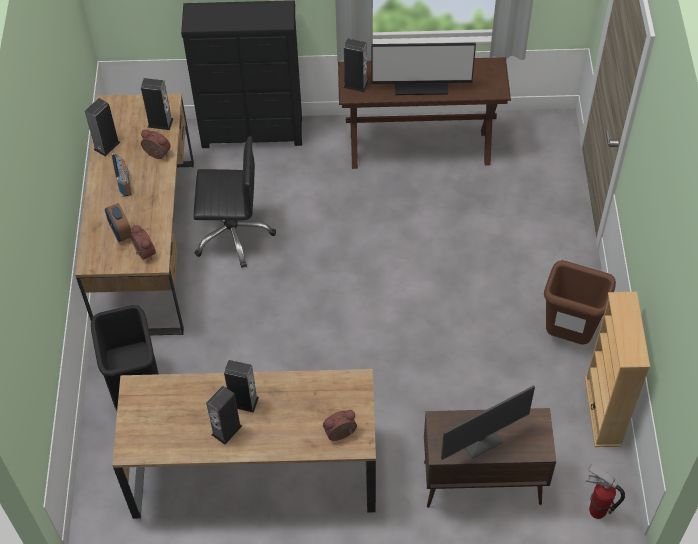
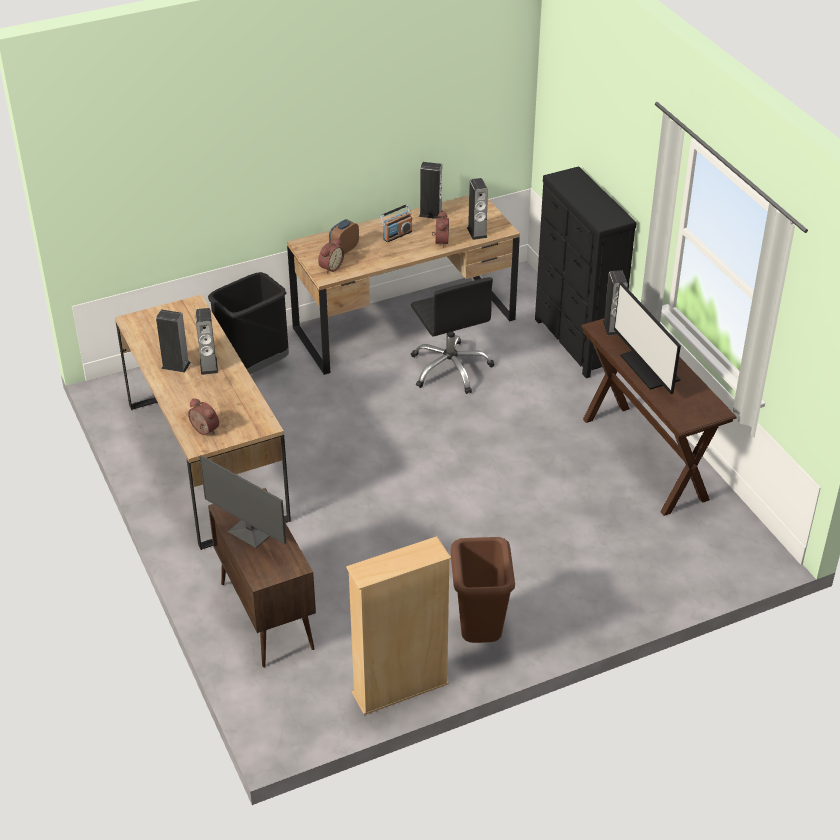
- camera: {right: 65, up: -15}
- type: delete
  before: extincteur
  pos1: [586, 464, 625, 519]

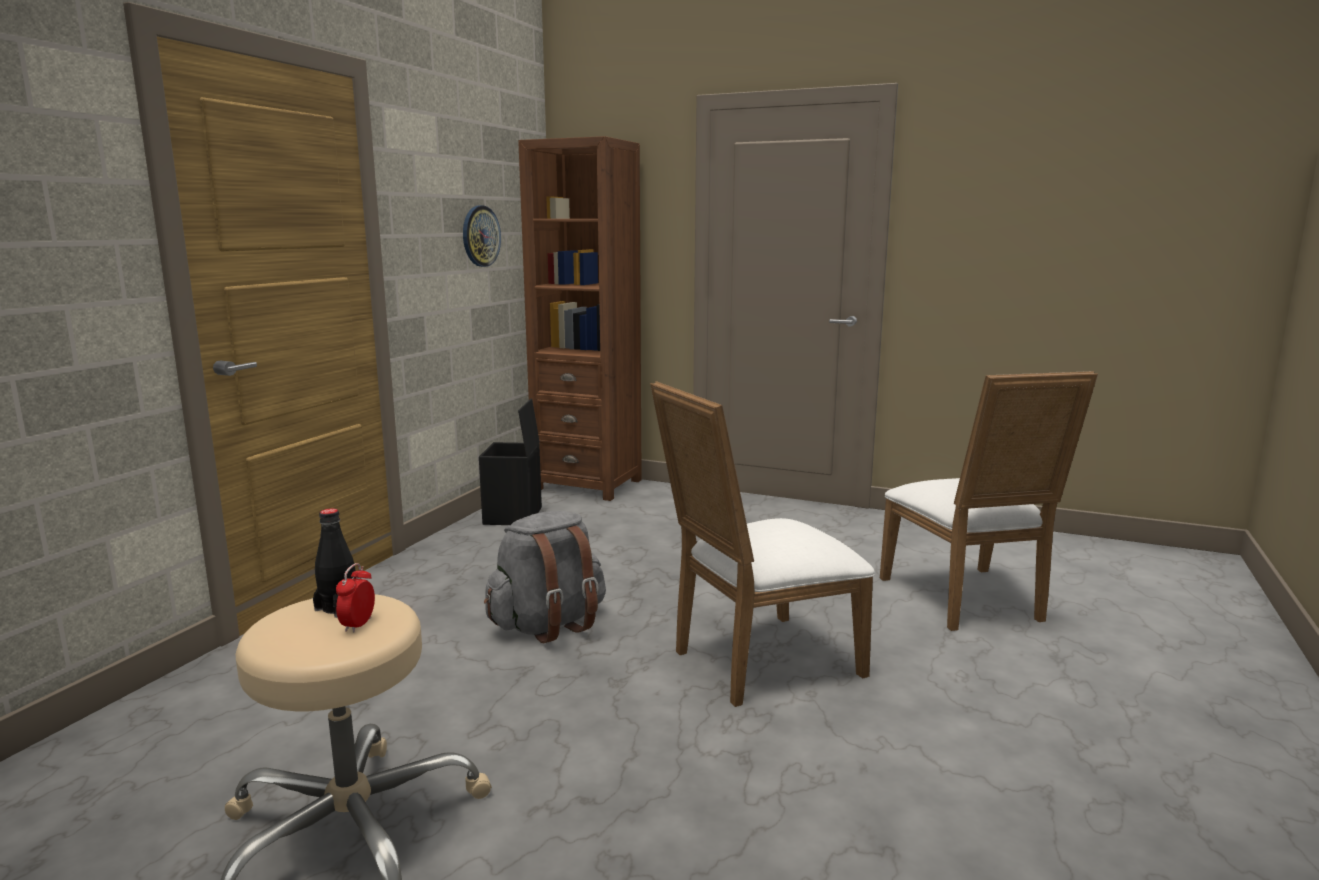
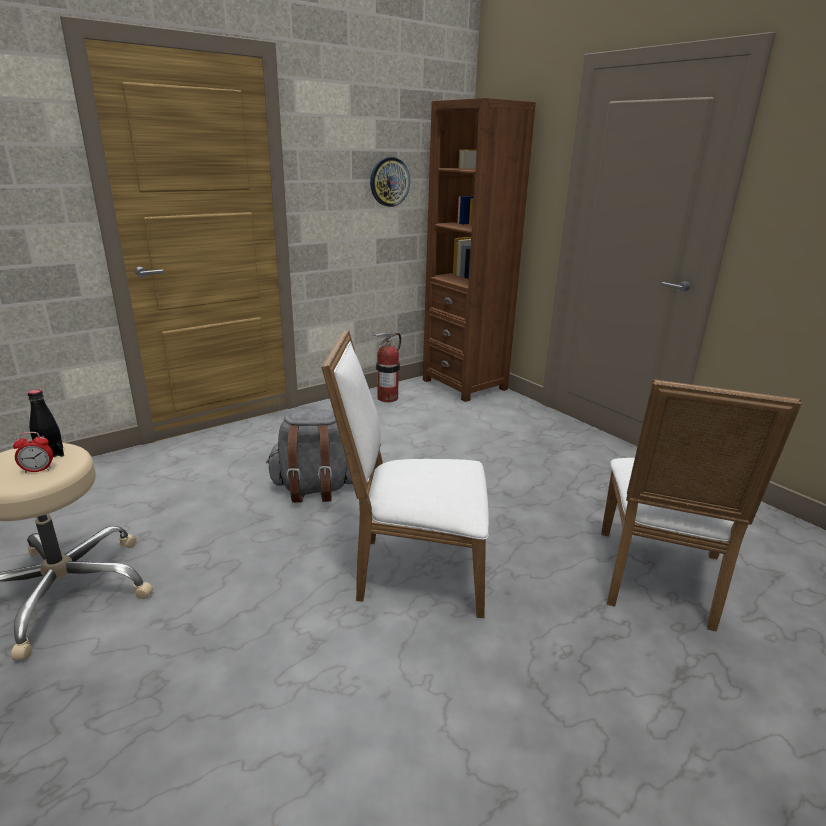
- camera: {right: 30, up: 10}
- type: replace
  before: boîte de rangement [noir]
  after: extincteur
  pos1: [479, 398, 542, 525]
  pos2: [374, 333, 401, 402]
- type: rotate
  before: réveil
  pos1: [336, 563, 375, 633]
  pos2: [13, 432, 53, 473]
  turn: -150

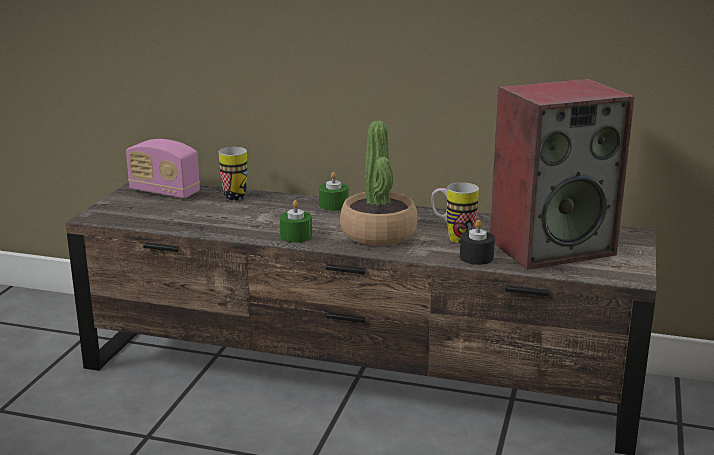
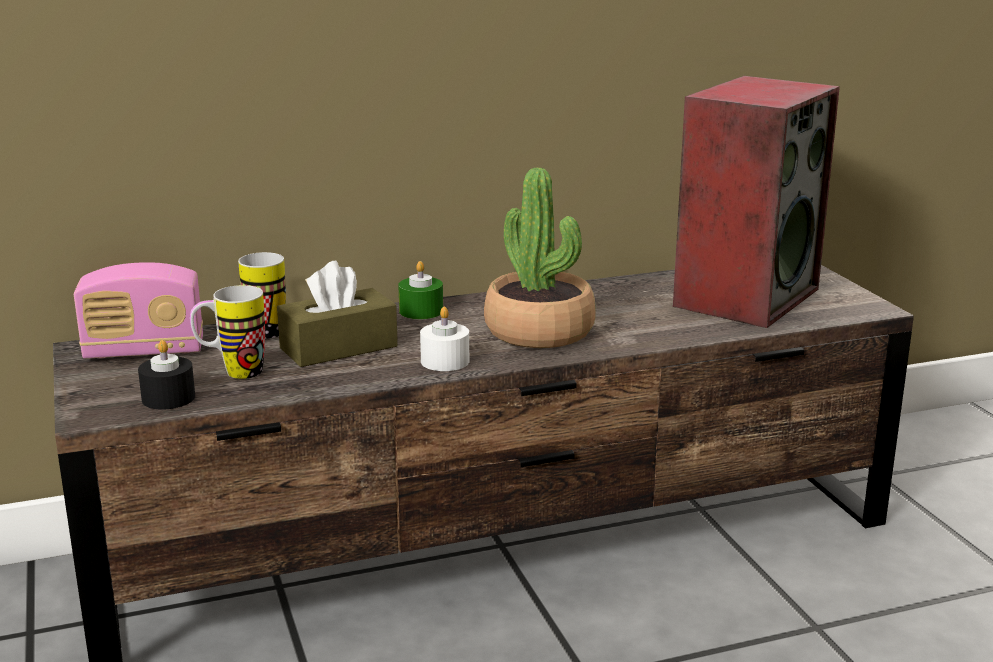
- camera: {right: -35, up: 0}
- type: move
  before: mug
  pos1: [431, 183, 479, 243]
  pos2: [190, 285, 265, 379]
- type: recolor
  before: bougie [vert]
  after: bougie [blanc]
  pos1: [280, 200, 312, 243]
  pos2: [420, 306, 469, 371]
- type: move
  before: bougie [noir]
  pos1: [460, 220, 495, 265]
  pos2: [138, 340, 195, 409]
- type: insert
  after: boîte à mouchoirs [marron]
  pos2: [277, 261, 398, 367]

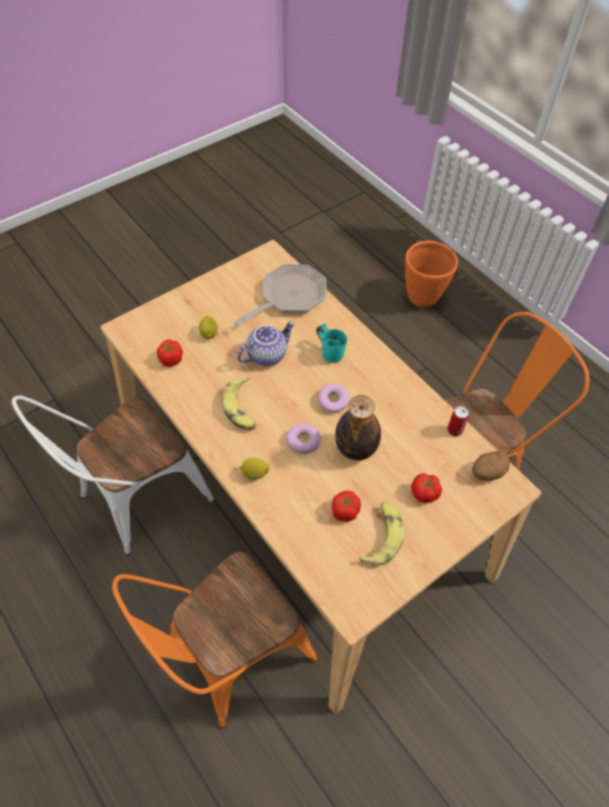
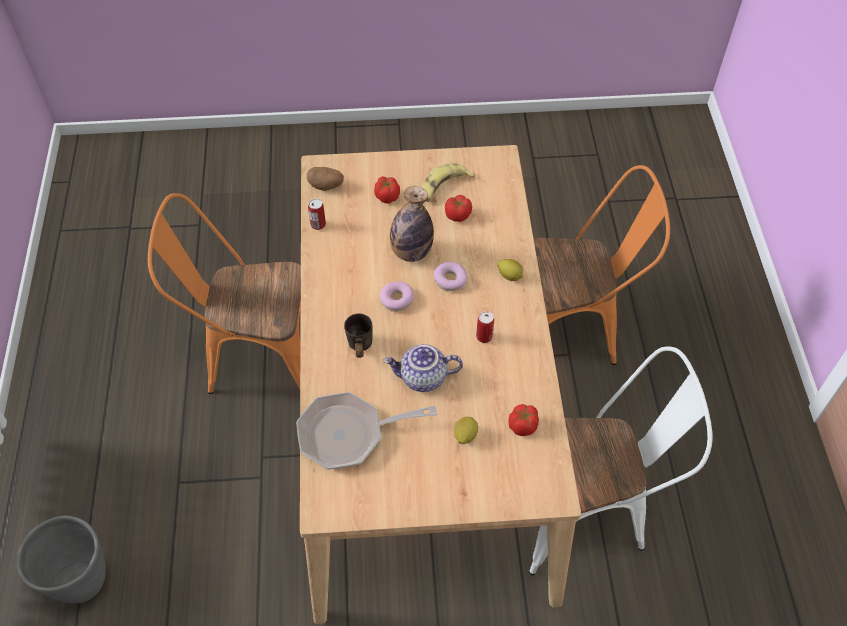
- camera: {right: -145, up: 0}
- type: recolor
  before: cache-pot [orange]
  after: cache-pot [gris]
  pos1: [405, 241, 458, 307]
  pos2: [16, 515, 106, 604]
- type: recolor
  before: mug [turquoise]
  after: mug [gris]
  pos1: [316, 323, 347, 363]
  pos2: [344, 314, 373, 358]
- type: replace
  before: banane
  after: boîte métallique
  pos1: [222, 377, 256, 430]
  pos2: [476, 311, 494, 343]

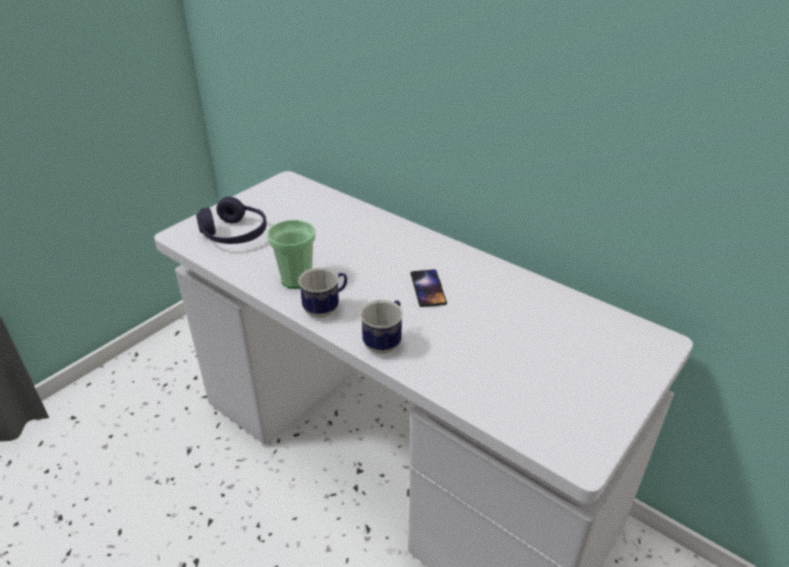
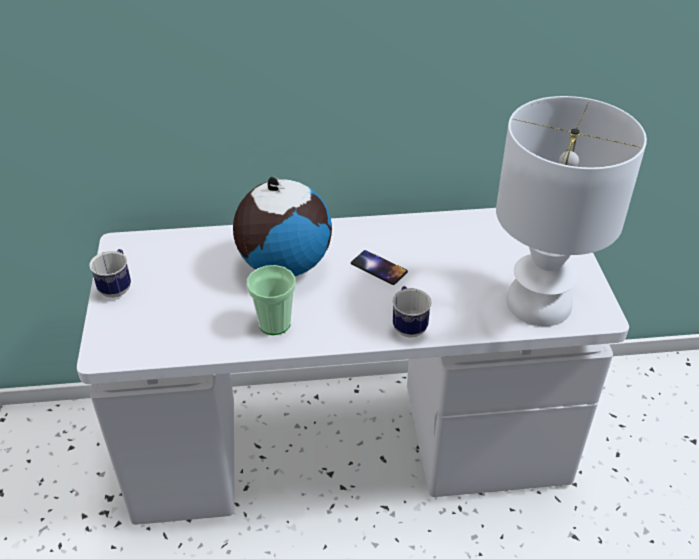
- camera: {right: -45, up: 5}
- type: delete
  before: casque audio [violet]
  pos1: [196, 197, 267, 244]
- type: move
  before: mug
  pos1: [298, 267, 347, 318]
  pos2: [89, 249, 131, 298]
- type: insert
  after: lampe de table [blanc]
  pos2: [496, 96, 647, 326]
- type: insert
  after: globe
  pos2: [233, 177, 332, 276]

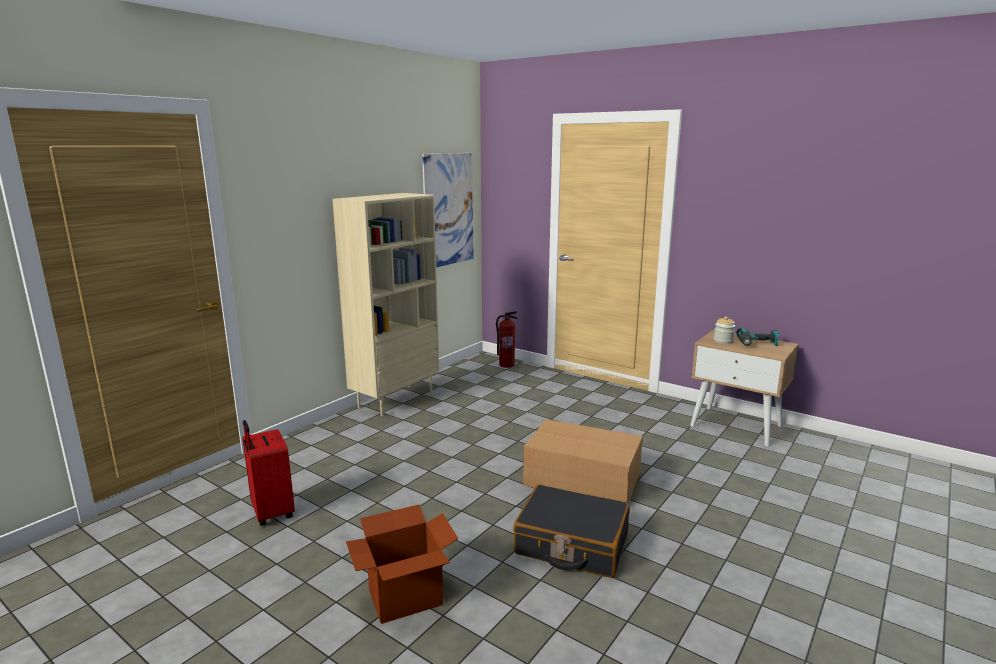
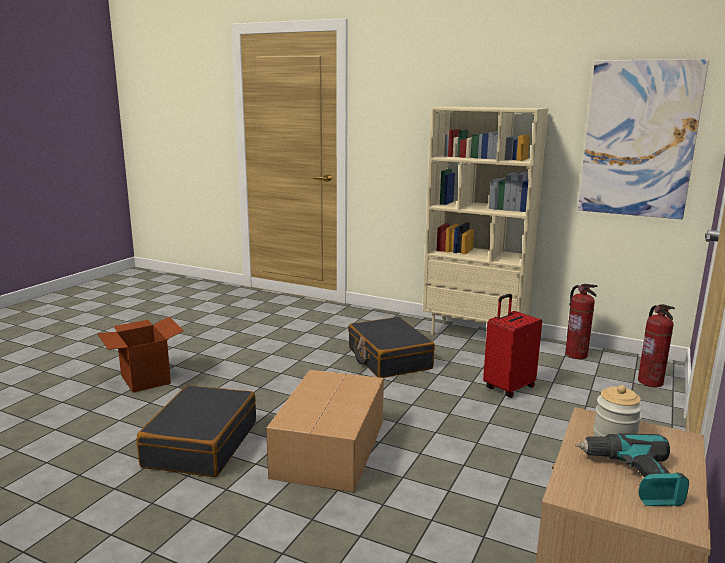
- camera: {right: 80, up: 0}
- type: move
  before: valise [rouge]
  pos1: [242, 420, 295, 526]
  pos2: [483, 294, 542, 398]
- type: insert
  after: extincteur
  pos2: [565, 284, 598, 359]
- type: insert
  after: valise [noir]
  pos2: [348, 317, 435, 378]

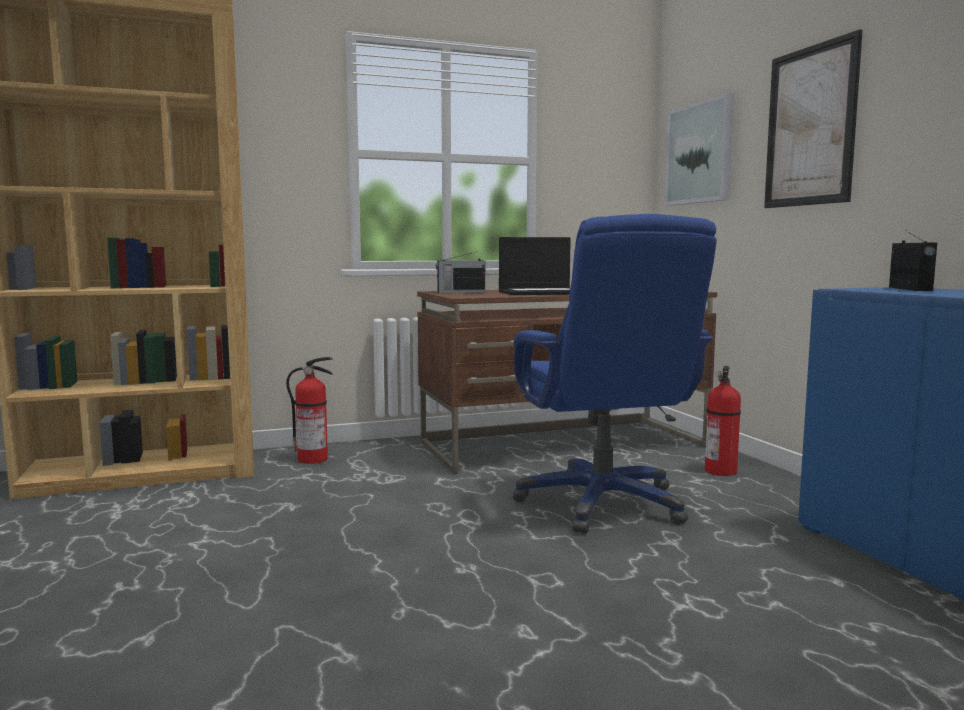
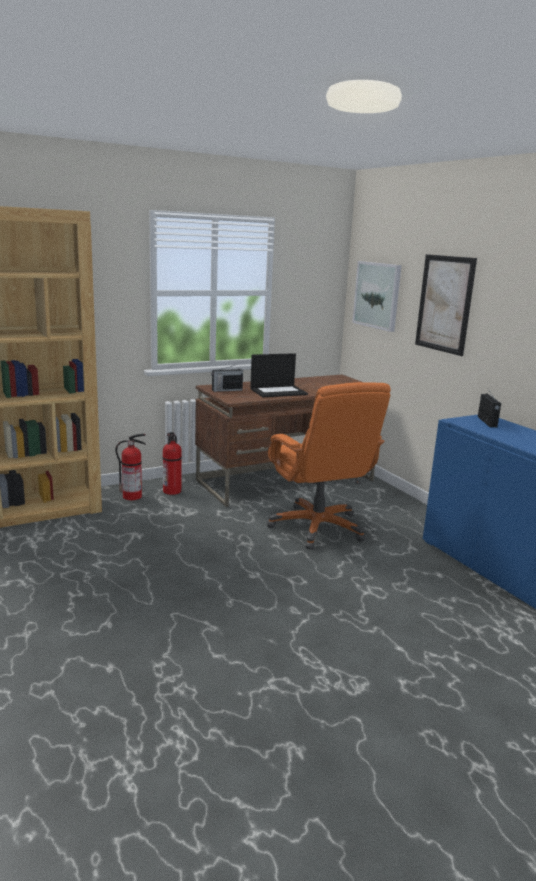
- camera: {right: -10, up: 10}
- type: recolor
  before: chaise de bureau [bleu]
  after: chaise de bureau [orange]
  pos1: [513, 214, 717, 534]
  pos2: [267, 382, 391, 550]
- type: move
  before: extincteur
  pos1: [705, 366, 741, 476]
  pos2: [163, 432, 182, 495]

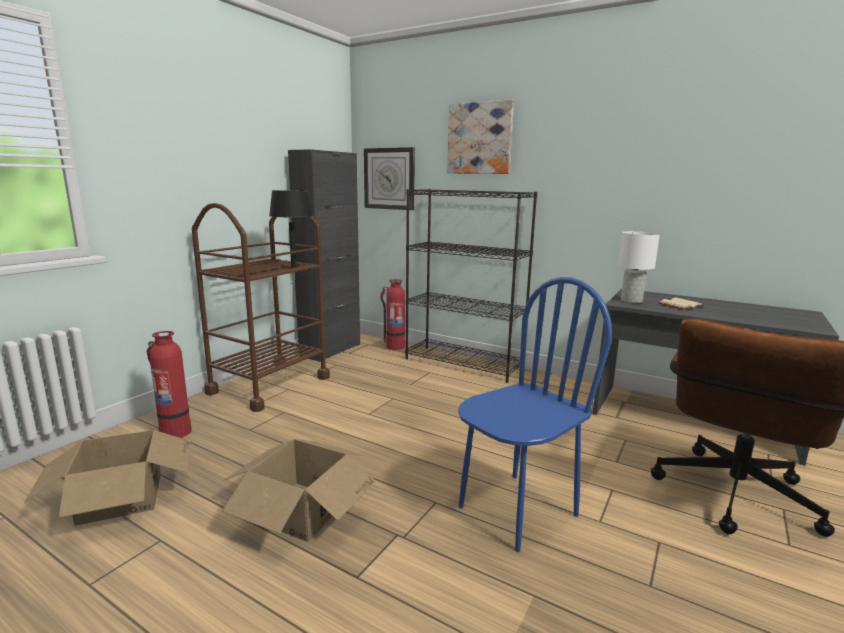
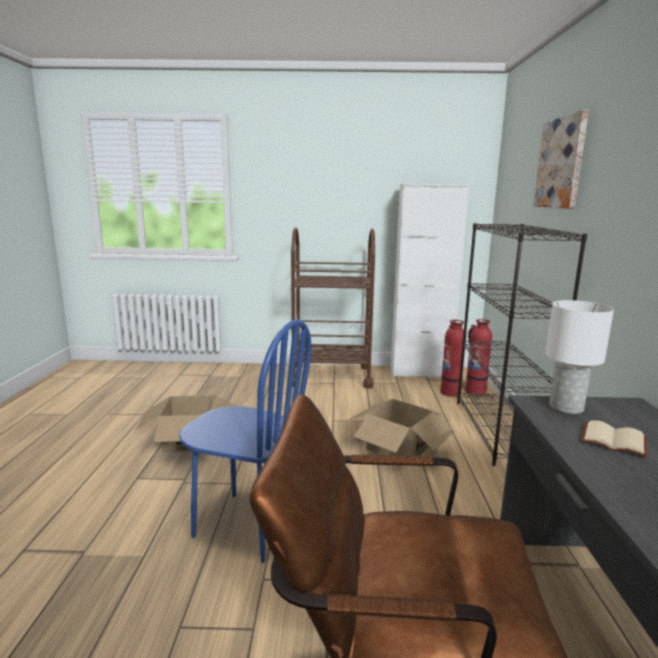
- camera: {right: 60, up: 0}
- type: delete
  before: horloge murale
  pos1: [364, 147, 415, 210]
- type: recolor
  before: meuble de rangement [noir]
  after: meuble de rangement [blanc]
  pos1: [288, 149, 360, 362]
  pos2: [391, 184, 469, 377]
- type: delete
  before: lampe de table [noir]
  pos1: [269, 190, 313, 268]
- type: move
  before: extincteur
  pos1: [147, 331, 192, 438]
  pos2: [440, 320, 465, 397]
- type: move
  before: carton
  pos1: [24, 430, 191, 526]
  pos2: [349, 399, 455, 456]

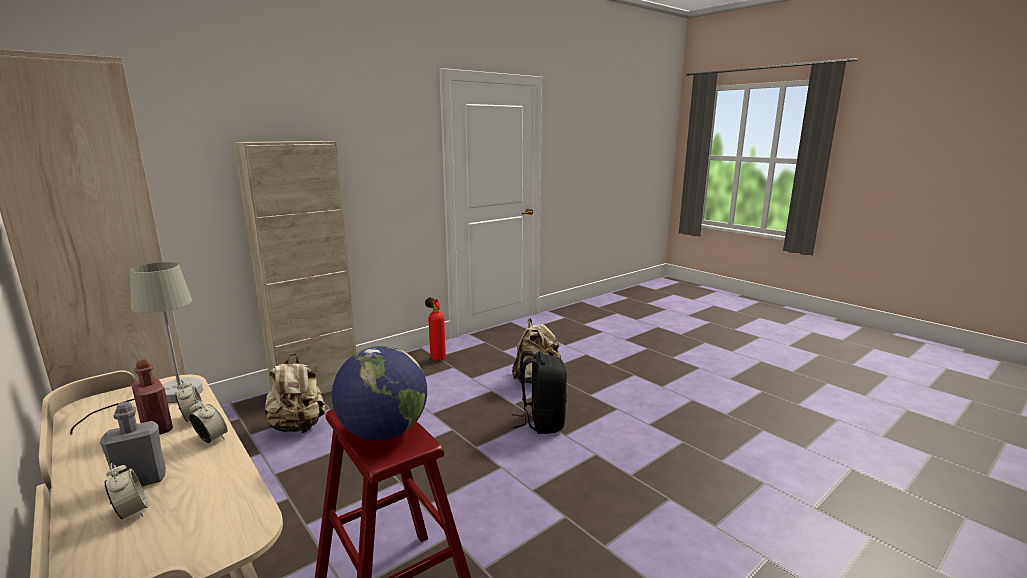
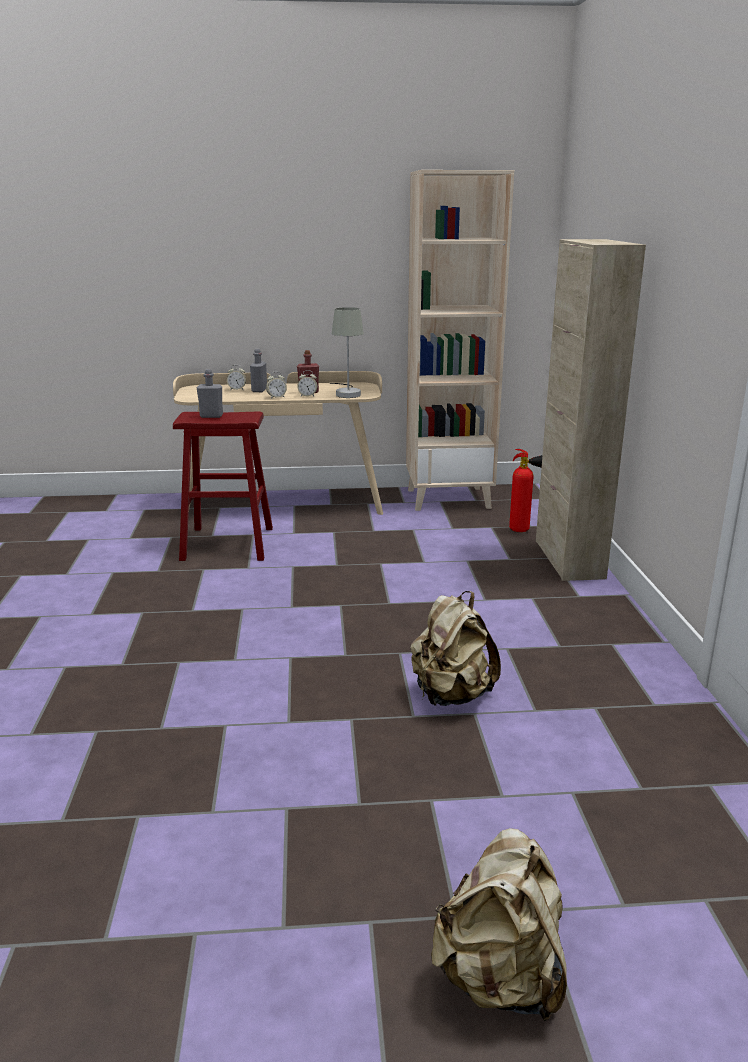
- camera: {right: 125, up: 5}
- type: move
  before: extincteur
  pos1: [425, 297, 446, 361]
  pos2: [509, 449, 542, 532]
- type: replace
  before: globe
  after: bouteille [gris]
  pos1: [332, 346, 427, 441]
  pos2: [196, 369, 223, 418]
- type: delete
  before: sac à dos [noir]
  pos1: [512, 351, 567, 434]
- type: move
  before: sac à dos [beige]
  pos1: [264, 354, 325, 433]
  pos2: [431, 828, 567, 1021]

